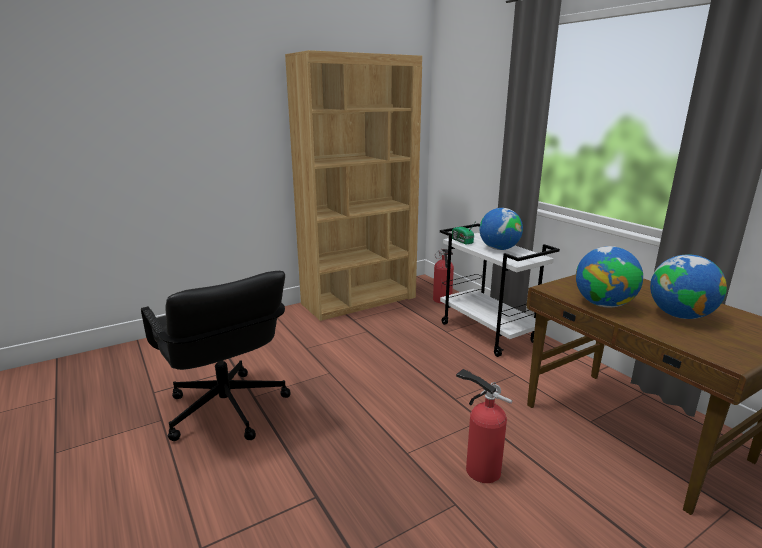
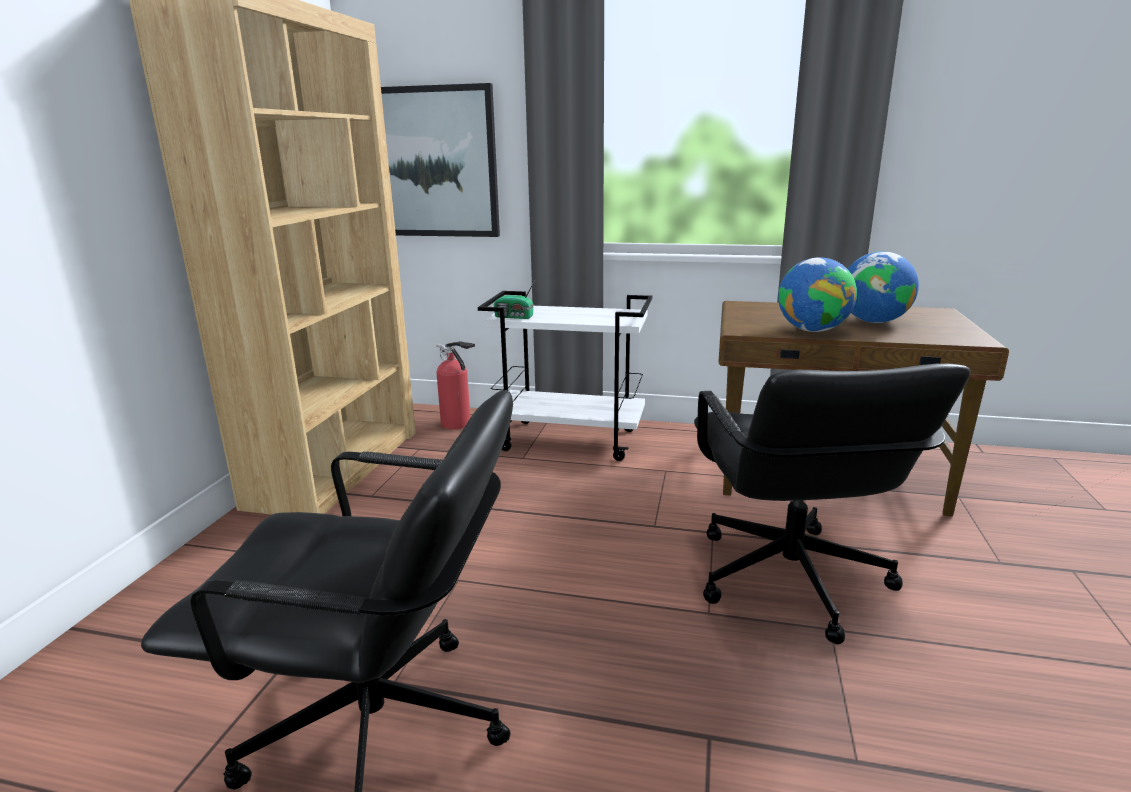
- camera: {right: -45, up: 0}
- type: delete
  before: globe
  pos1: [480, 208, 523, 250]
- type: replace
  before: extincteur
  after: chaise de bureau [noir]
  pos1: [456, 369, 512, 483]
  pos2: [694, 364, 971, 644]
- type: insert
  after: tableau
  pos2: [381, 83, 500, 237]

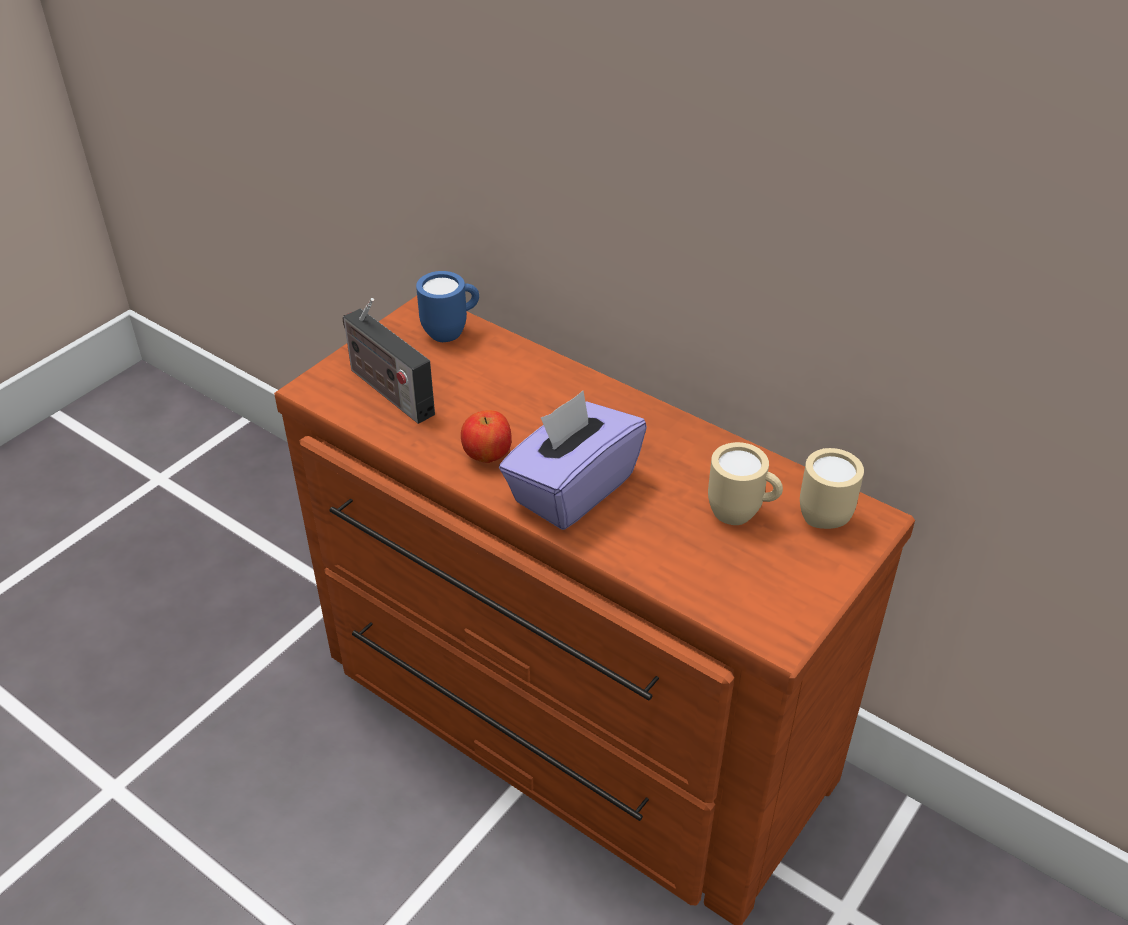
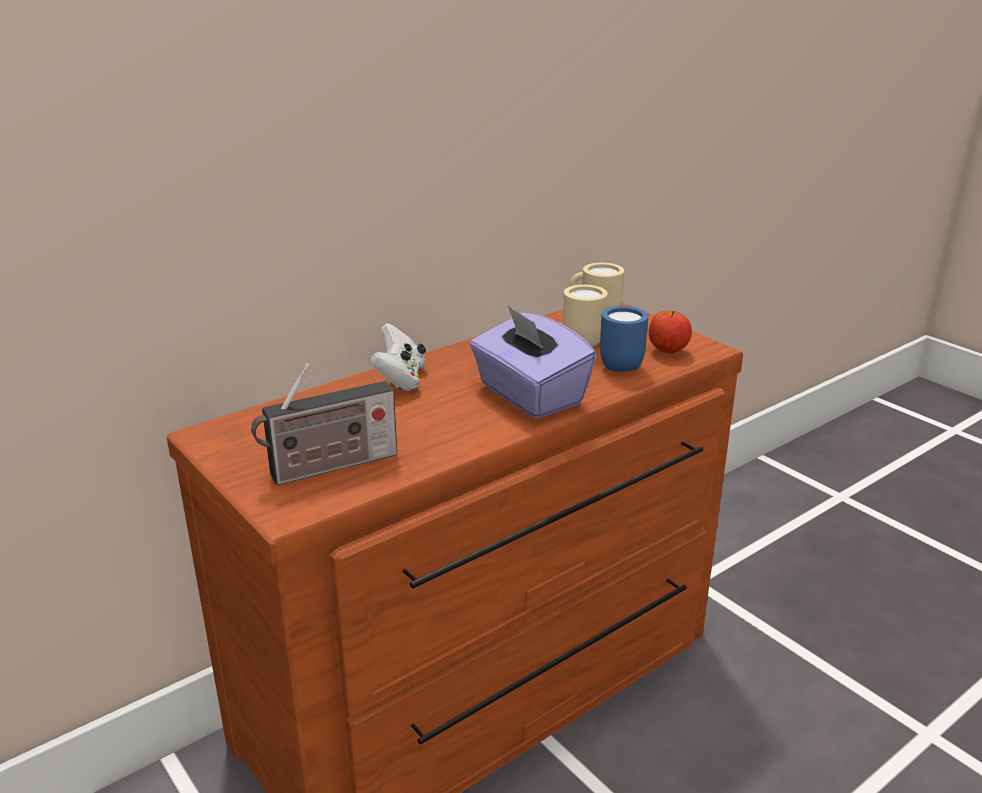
- camera: {right: -75, up: -15}
- type: move
  before: mug [bleu]
  pos1: [416, 271, 479, 342]
  pos2: [600, 306, 648, 371]
- type: move
  before: pomme
  pos1: [461, 410, 512, 463]
  pos2: [649, 310, 692, 354]
- type: insert
  after: manette [blanc]
  pos2: [369, 323, 426, 391]

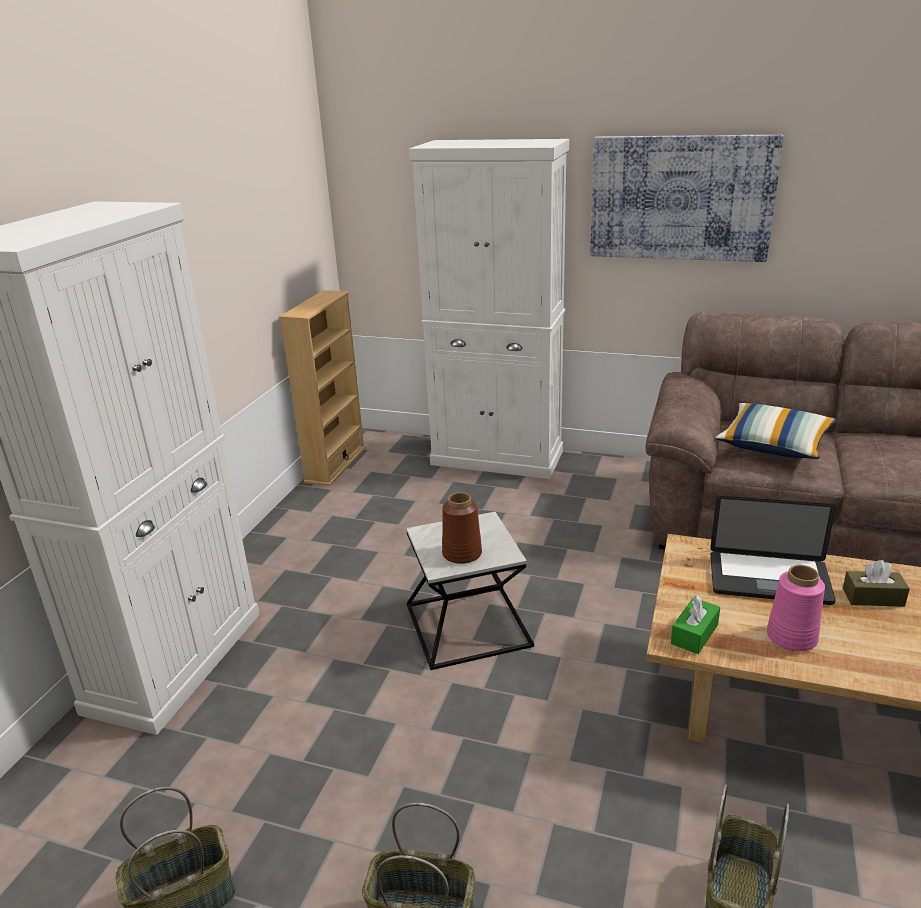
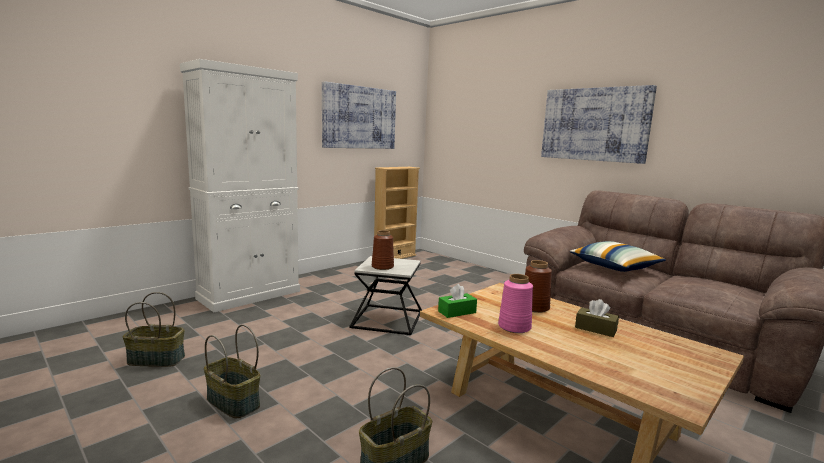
- camera: {right: 25, up: -15}
- type: delete
  before: meuble de rangement [blanc]
  pos1: [409, 139, 569, 479]
- type: replace
  before: ordinateur portable
  after: vase [marron]
  pos1: [710, 496, 836, 605]
  pos2: [525, 260, 552, 313]
- type: insert
  after: tableau
  pos2: [322, 82, 396, 149]

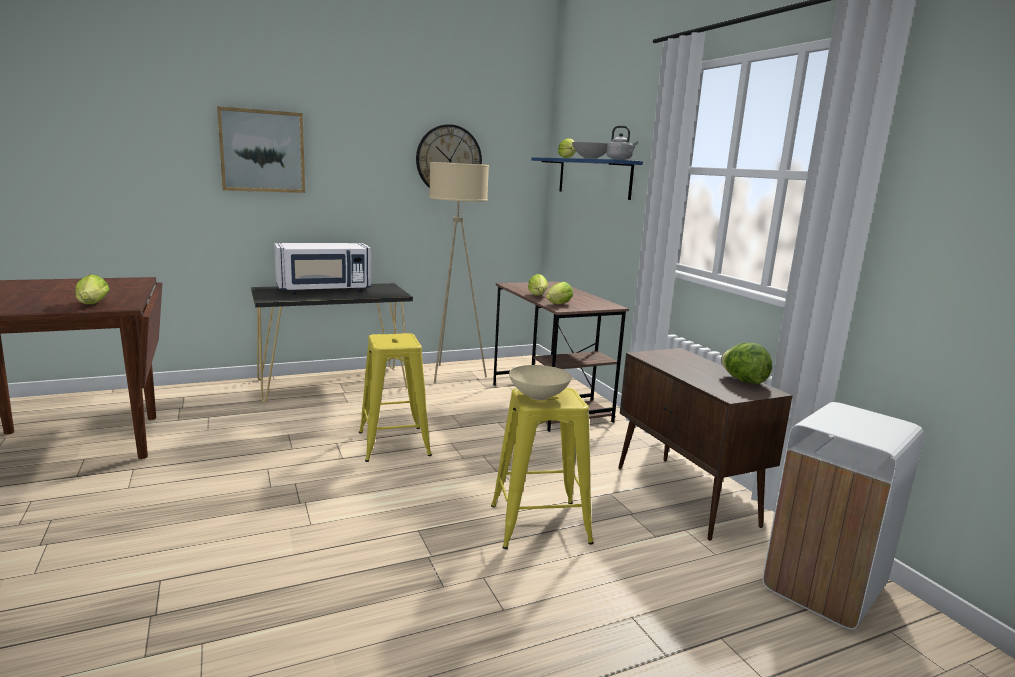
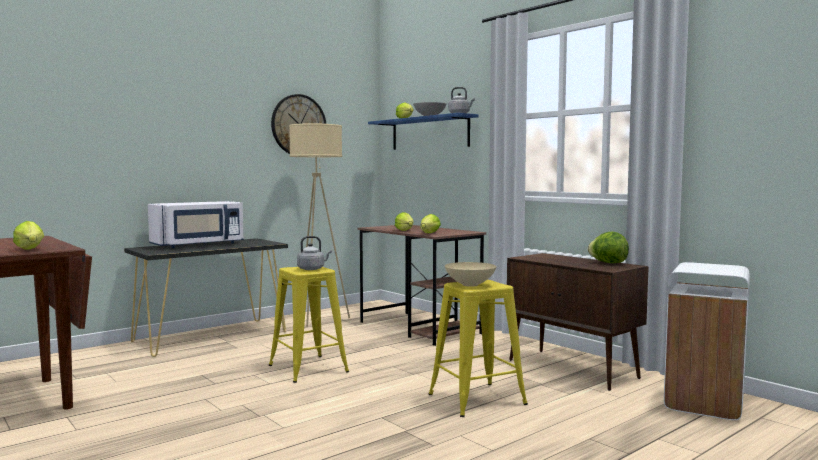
- camera: {right: -15, up: -10}
- type: delete
  before: tableau
  pos1: [217, 106, 305, 193]
- type: insert
  after: bouilloire [gris]
  pos2: [297, 236, 332, 270]

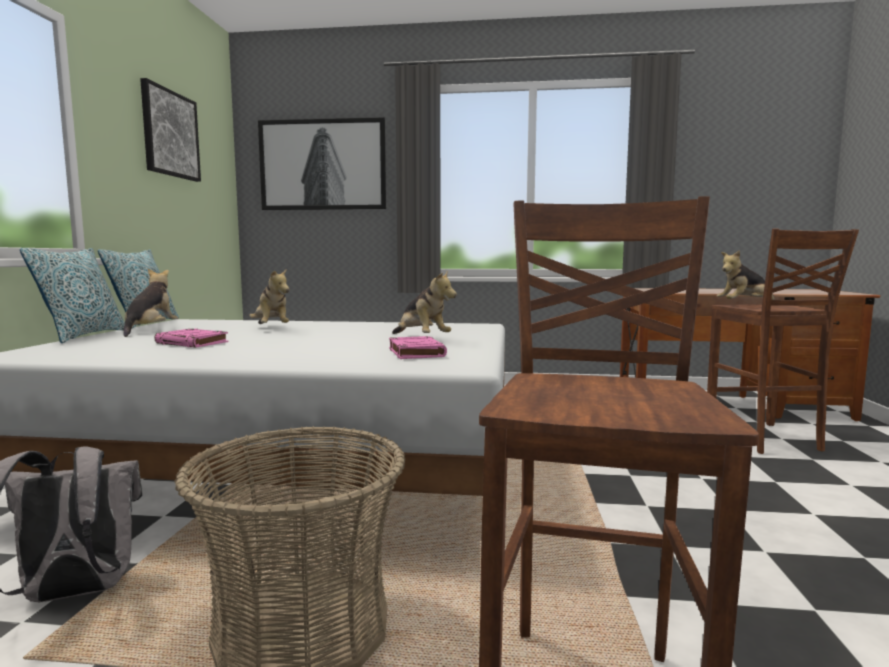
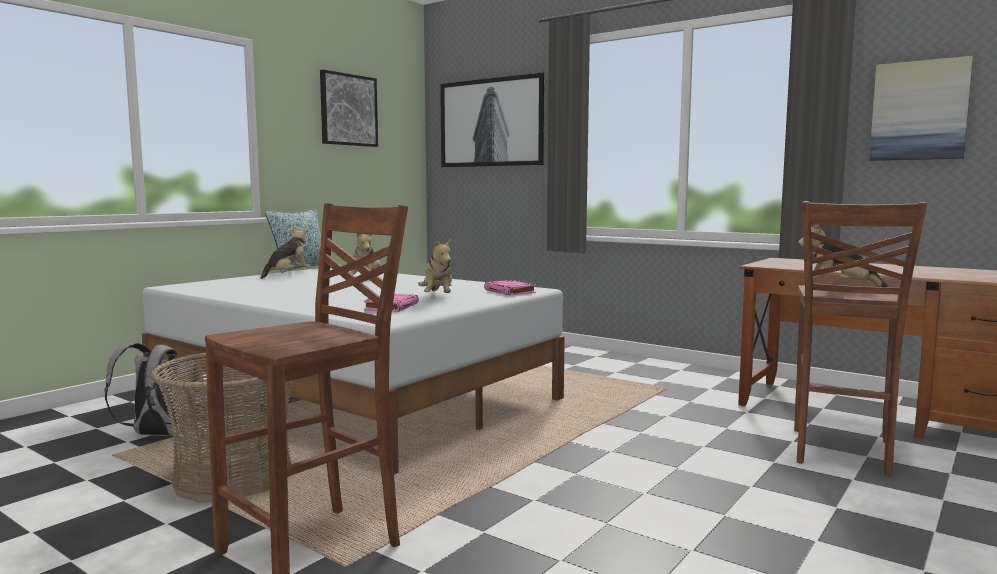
- camera: {right: 30, up: 0}
- type: delete
  before: coussin
  pos1: [20, 248, 125, 343]
- type: move
  before: livre [rose]
  pos1: [154, 329, 229, 347]
  pos2: [484, 280, 536, 295]
- type: insert
  after: tableau
  pos2: [869, 56, 973, 161]

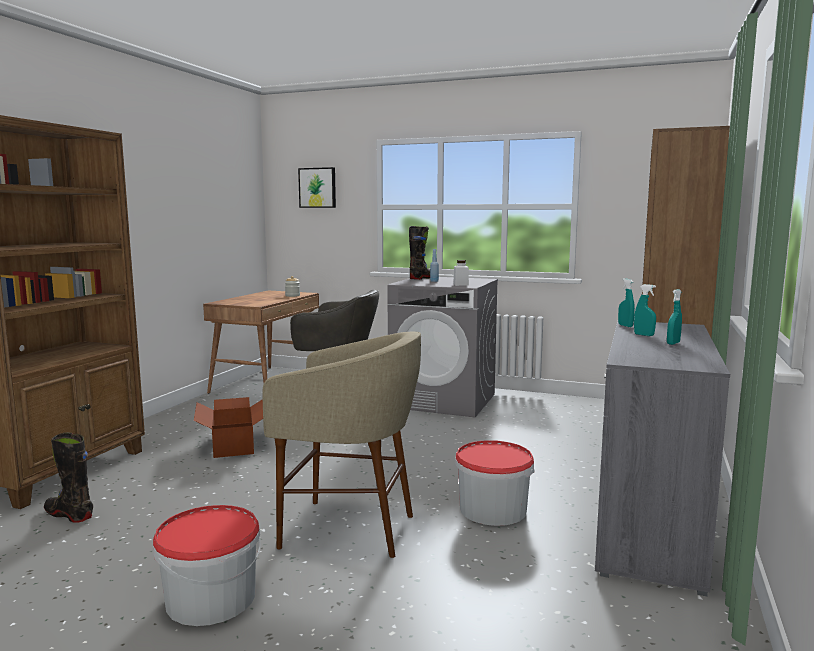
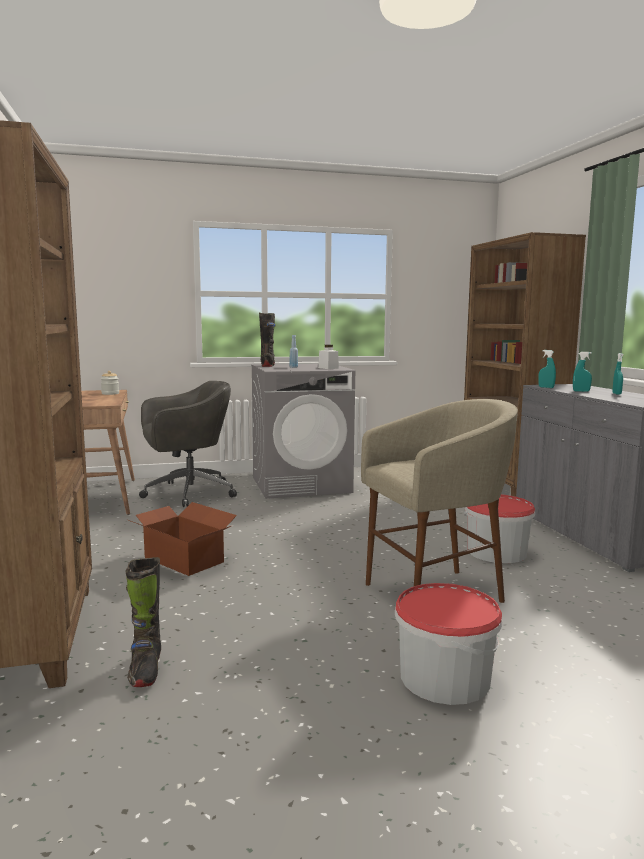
- camera: {right: -35, up: 0}
- type: delete
  before: tableau
  pos1: [298, 167, 336, 208]
- type: rotate
  before: botte [noir]
  pos1: [44, 432, 93, 523]
  pos2: [125, 557, 161, 687]
  turn: -90

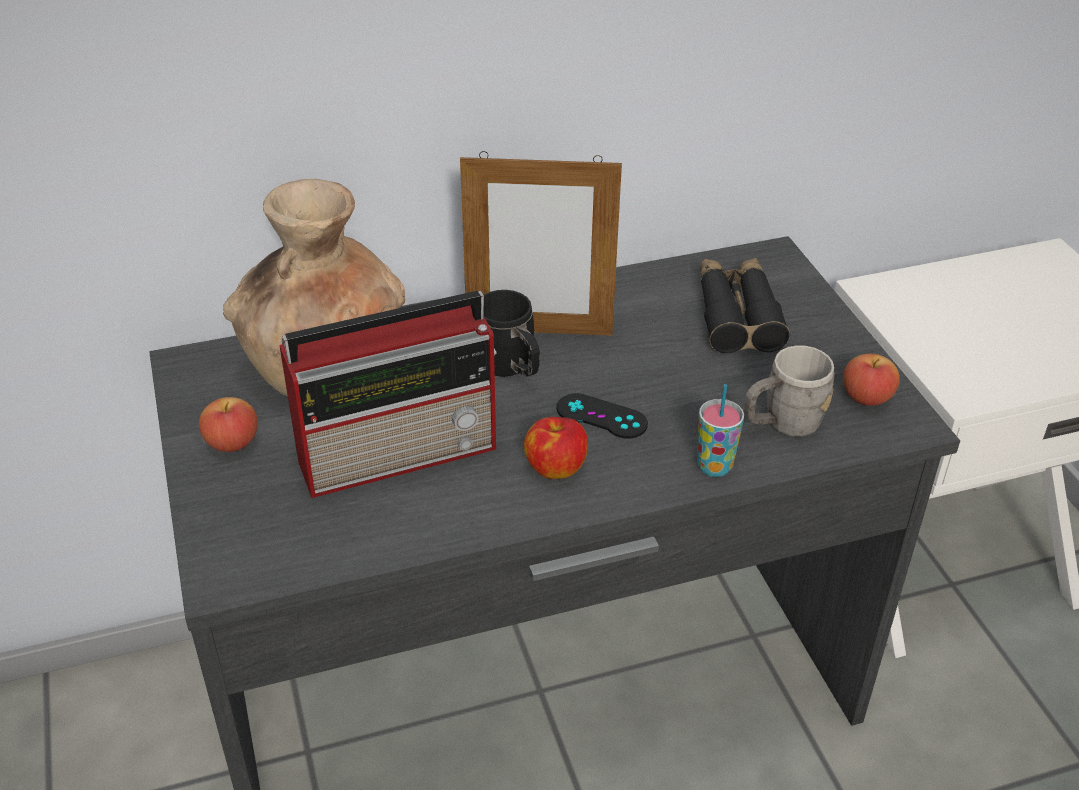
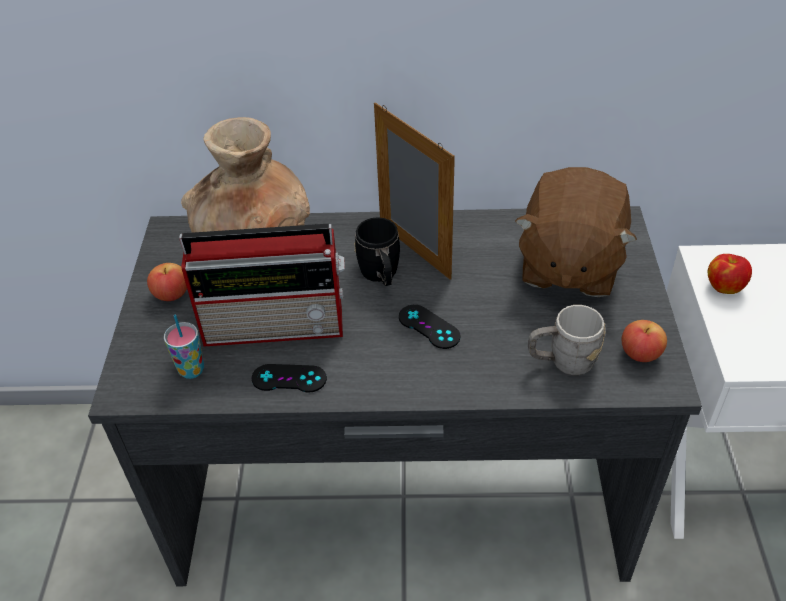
- camera: {right: 20, up: 5}
- type: rotate
  before: cadre photo
  pos1: [460, 151, 622, 336]
  pos2: [374, 102, 455, 280]
  turn: -150
- type: replace
  before: jumelles [noir]
  after: peluche [marron]
  pos1: [700, 258, 790, 353]
  pos2: [515, 167, 637, 297]
- type: move
  before: tasse
  pos1: [697, 384, 744, 477]
  pos2: [164, 315, 204, 379]
- type: move
  before: pomme
  pos1: [524, 417, 588, 479]
  pos2: [708, 254, 752, 294]
- type: insert
  after: manette [noir]
  pos2: [252, 364, 327, 393]

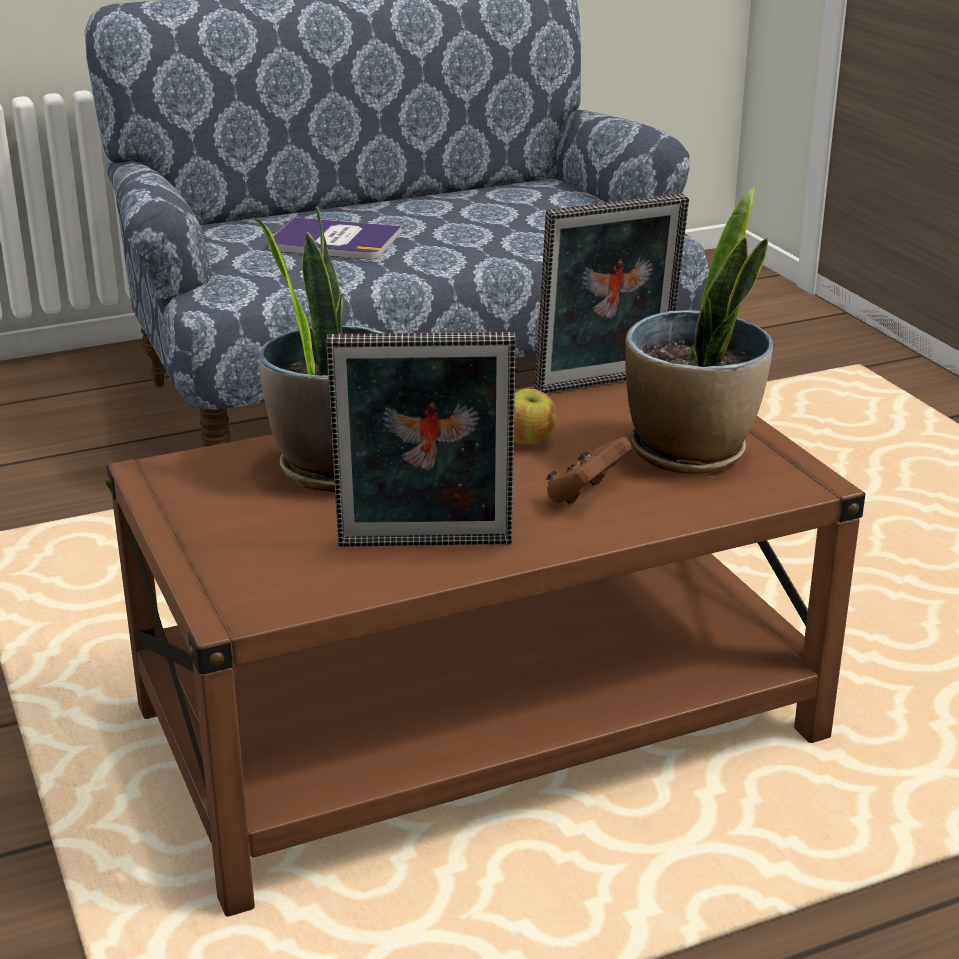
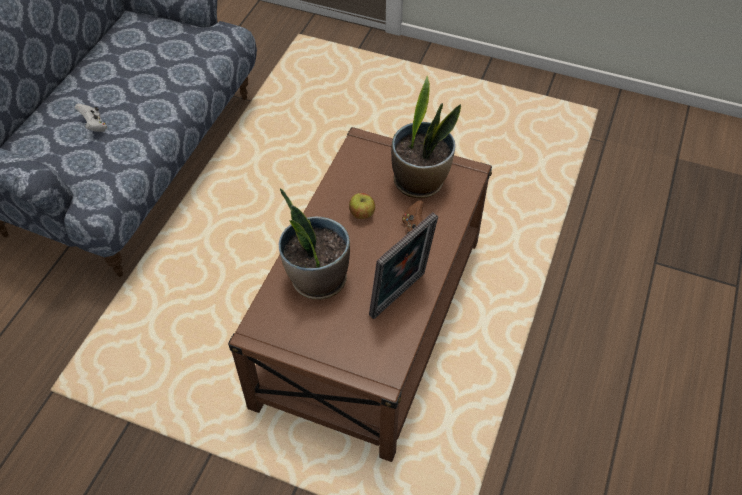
- camera: {right: -45, up: 25}
- type: delete
  before: cadre photo
  pos1: [535, 194, 689, 393]
- type: replace
  before: livre
  after: manette [blanc]
  pos1: [269, 217, 401, 259]
  pos2: [75, 104, 107, 132]

